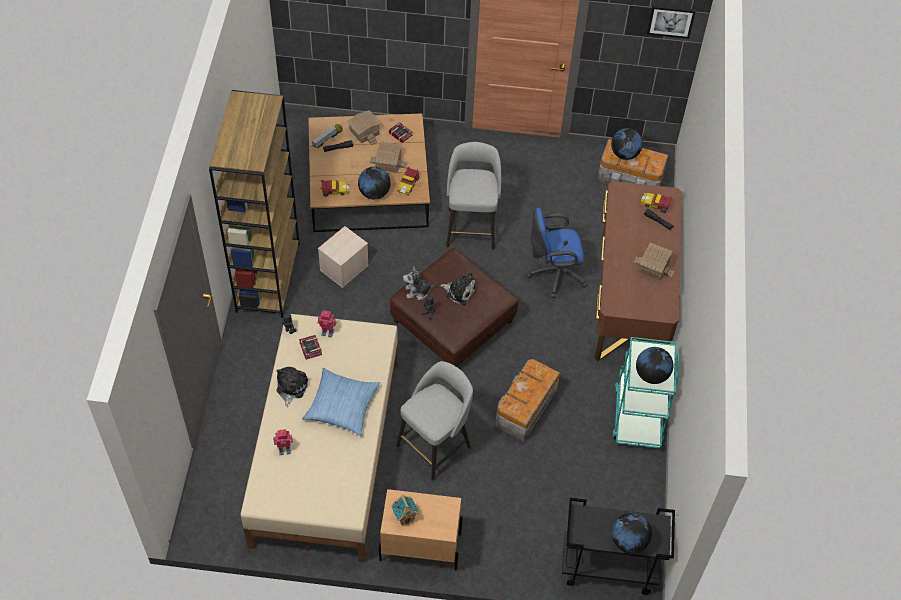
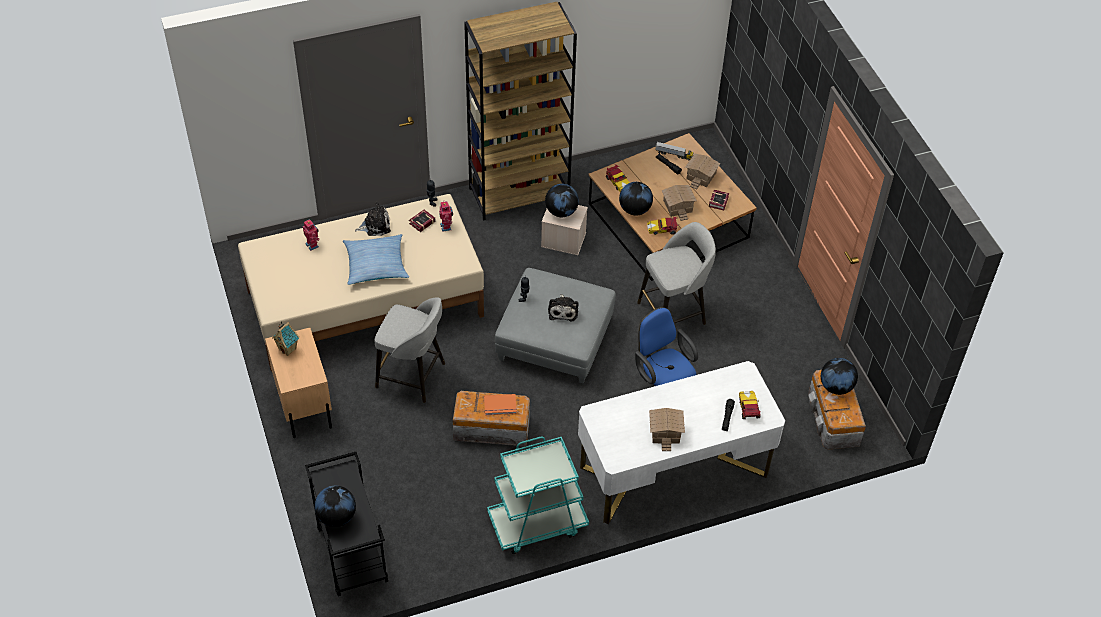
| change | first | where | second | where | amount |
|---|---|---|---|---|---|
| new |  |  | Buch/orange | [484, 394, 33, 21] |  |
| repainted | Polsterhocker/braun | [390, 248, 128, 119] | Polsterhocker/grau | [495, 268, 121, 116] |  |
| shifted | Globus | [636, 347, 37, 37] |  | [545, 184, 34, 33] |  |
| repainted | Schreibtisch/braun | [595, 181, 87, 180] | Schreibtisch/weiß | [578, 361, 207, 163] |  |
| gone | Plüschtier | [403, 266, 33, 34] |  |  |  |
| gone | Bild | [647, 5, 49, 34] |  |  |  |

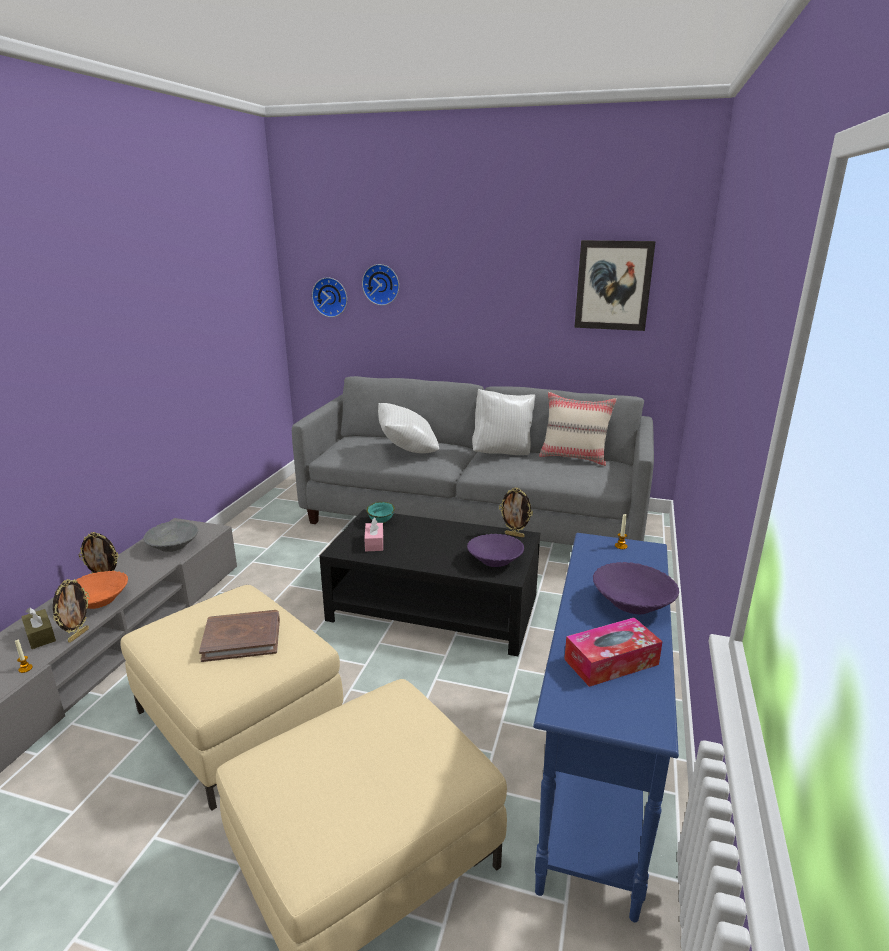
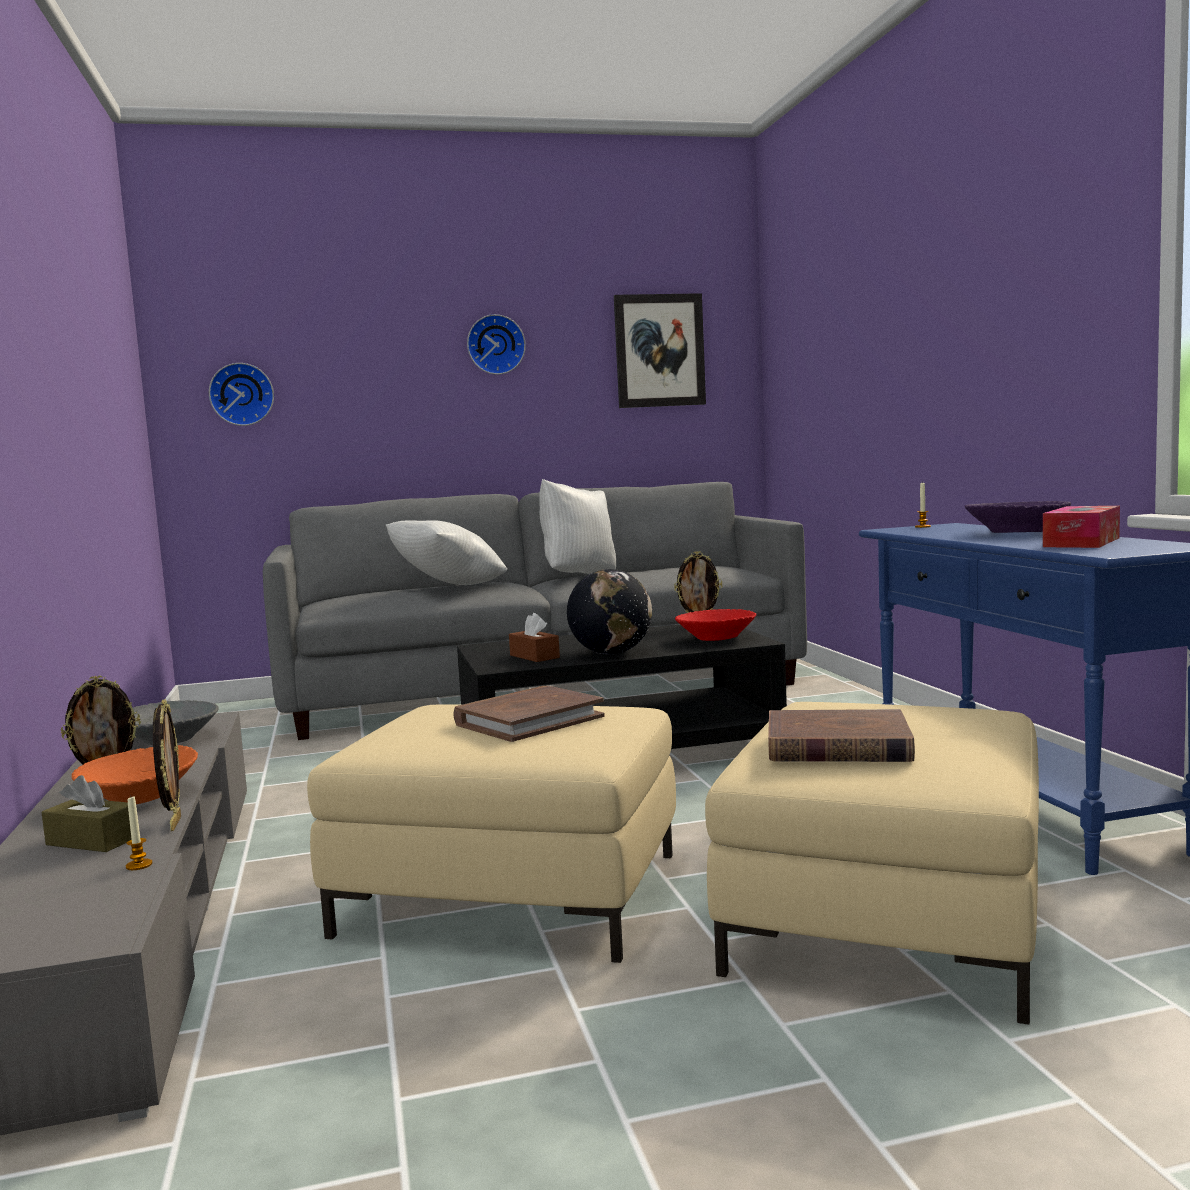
| change | first | where | second | where | amount |
|---|---|---|---|---|---|
| shifted | Wanduhr | [362, 264, 37, 41] |  | [467, 314, 59, 61] |  |
| repainted | Taschentuchbox/rosa | [364, 517, 19, 34] | Taschentuchbox/braun | [509, 613, 51, 49] |  |
| new |  |  | Globus | [567, 569, 85, 85] |  |
| repainted | Schüssel/lila | [467, 534, 57, 33] | Schüssel/rot | [675, 609, 81, 32] |  |
| new |  |  | Buch/braun | [768, 709, 147, 53] |  |
| gone | Schüssel/türkis | [366, 502, 29, 21] |  |  |  |
| gone | Kissen/beige | [539, 392, 78, 74] |  |  |  |

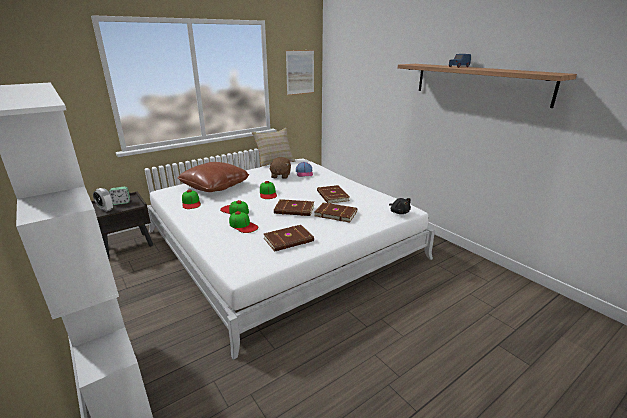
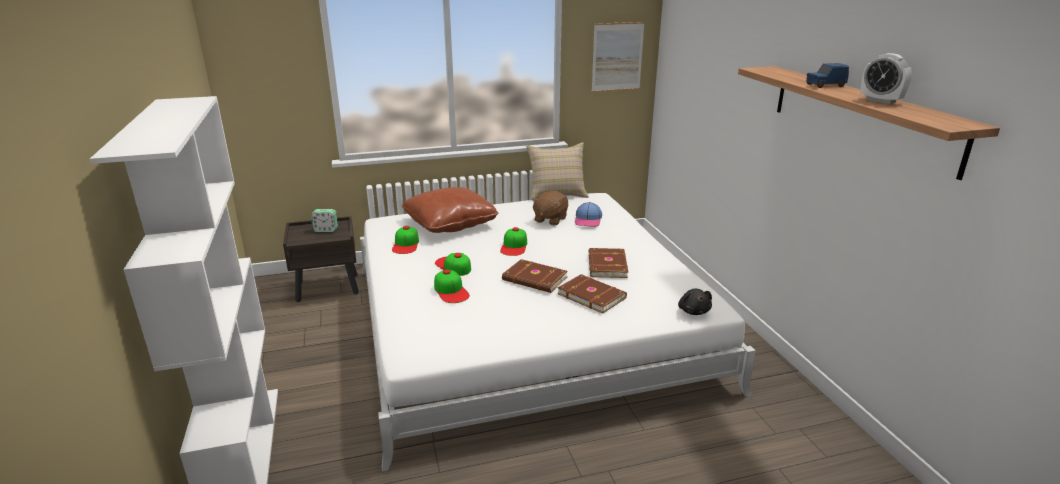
| change | first | where | second | where | amount |
|---|---|---|---|---|---|
| shifted | Wecker | [93, 188, 20, 24] |  | [861, 53, 51, 51] |  |
| gone | Buch/braun | [264, 225, 50, 27] |  |  |  |

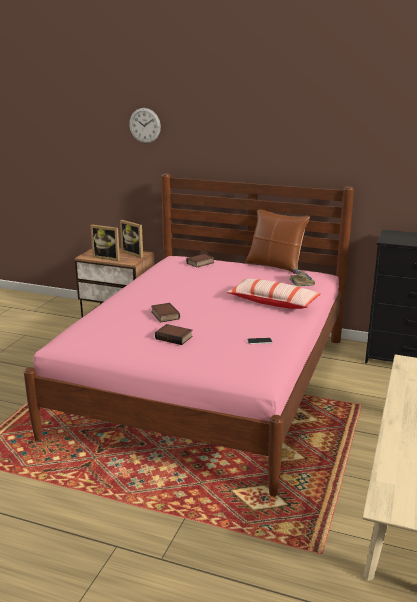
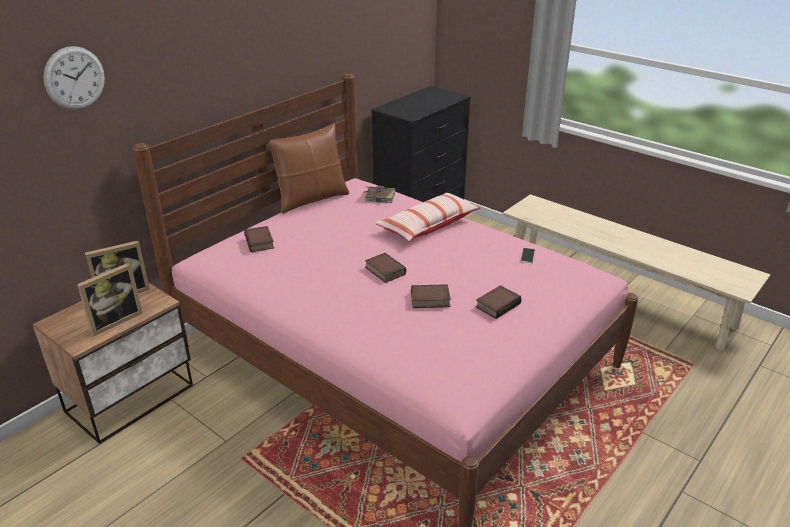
| change | first | where | second | where | amount |
|---|---|---|---|---|---|
| new |  |  | Buch | [365, 253, 41, 30] |  |

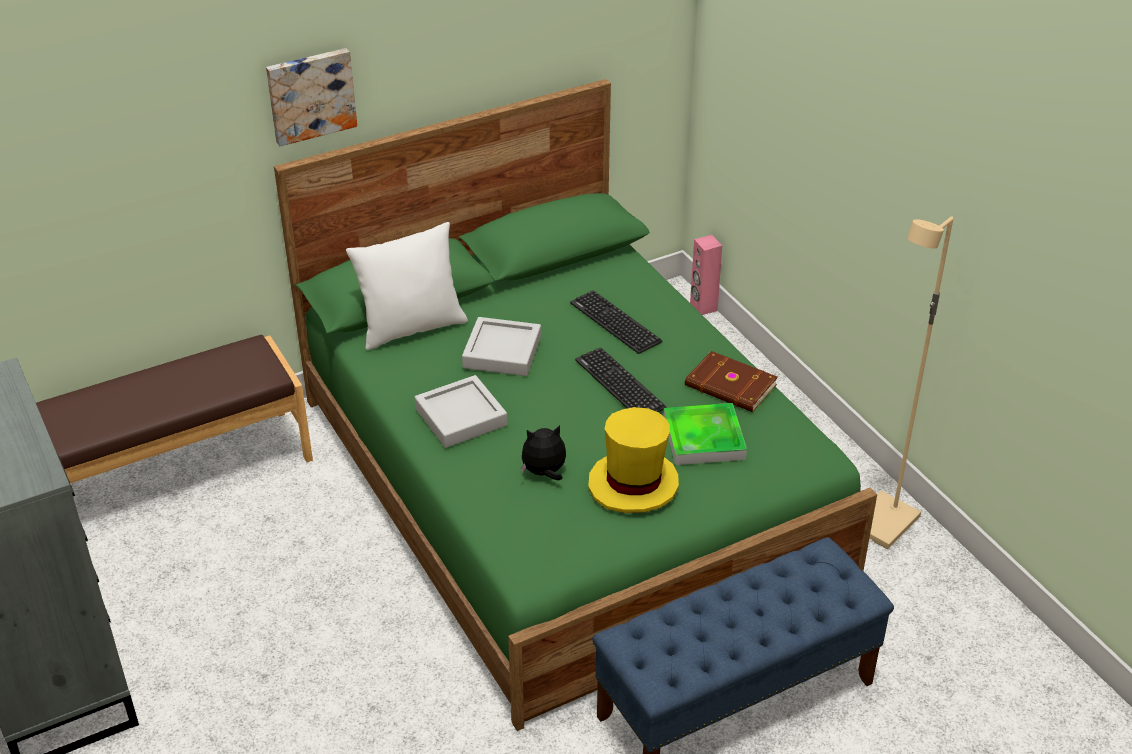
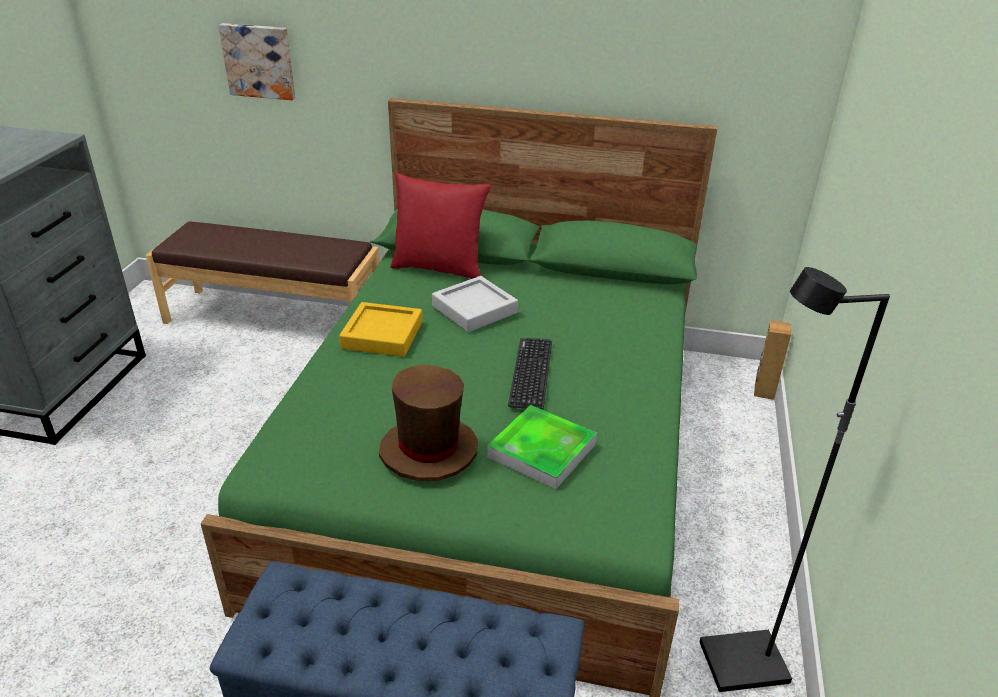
| change | first | where | second | where | amount |
|---|---|---|---|---|---|
| shifted | Bild | [266, 48, 91, 98] |  | [219, 23, 76, 77] |  |
| repainted | Tablett/grau | [414, 375, 93, 73] | Tablett/gelb | [339, 302, 84, 55] |  |
| repainted | Hut/gelb | [588, 407, 91, 106] | Hut/braun | [379, 365, 99, 116] |  |
| repainted | Kissen/weiß | [346, 222, 122, 128] | Kissen/rot | [390, 173, 101, 106] |  |
| repainted | Stehlampe/beige | [869, 217, 84, 332] | Stehlampe/schwarz | [699, 267, 191, 425] |  |
| repainted | Lautsprecher/rosa | [690, 235, 32, 80] | Lautsprecher/braun | [754, 320, 37, 80] |  |
| gone | Plüschtier | [521, 425, 45, 55] |  |  |  |
| gone | Tastatur | [570, 290, 92, 64] |  |  |  |
| gone | Buch/braun | [685, 351, 93, 61] |  |  |  |

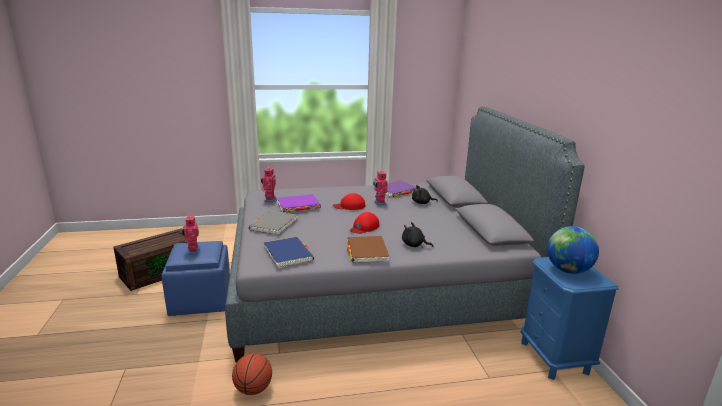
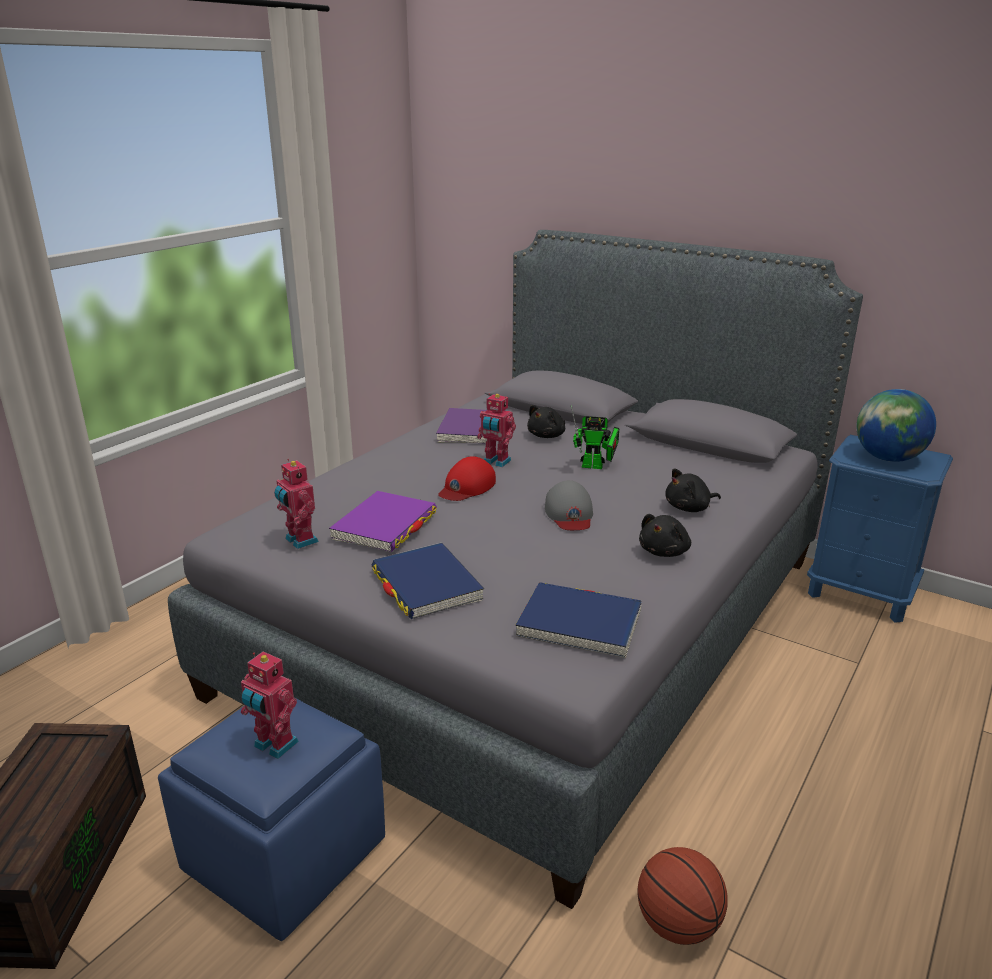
| change | first | where | second | where | amount |
|---|---|---|---|---|---|
| repainted | Buch/grau | [249, 211, 48, 25] | Buch/blau | [372, 543, 112, 76] |  |
| repainted | Kappe/rot | [350, 212, 29, 22] | Kappe/grau | [545, 480, 48, 50] |  |
| new |  |  | Spielzeugroboter | [571, 405, 48, 64] |  |
| swapped | Buch/braun | [347, 236, 42, 27] | Plüschtier/schwarz | [639, 514, 52, 43] |  |

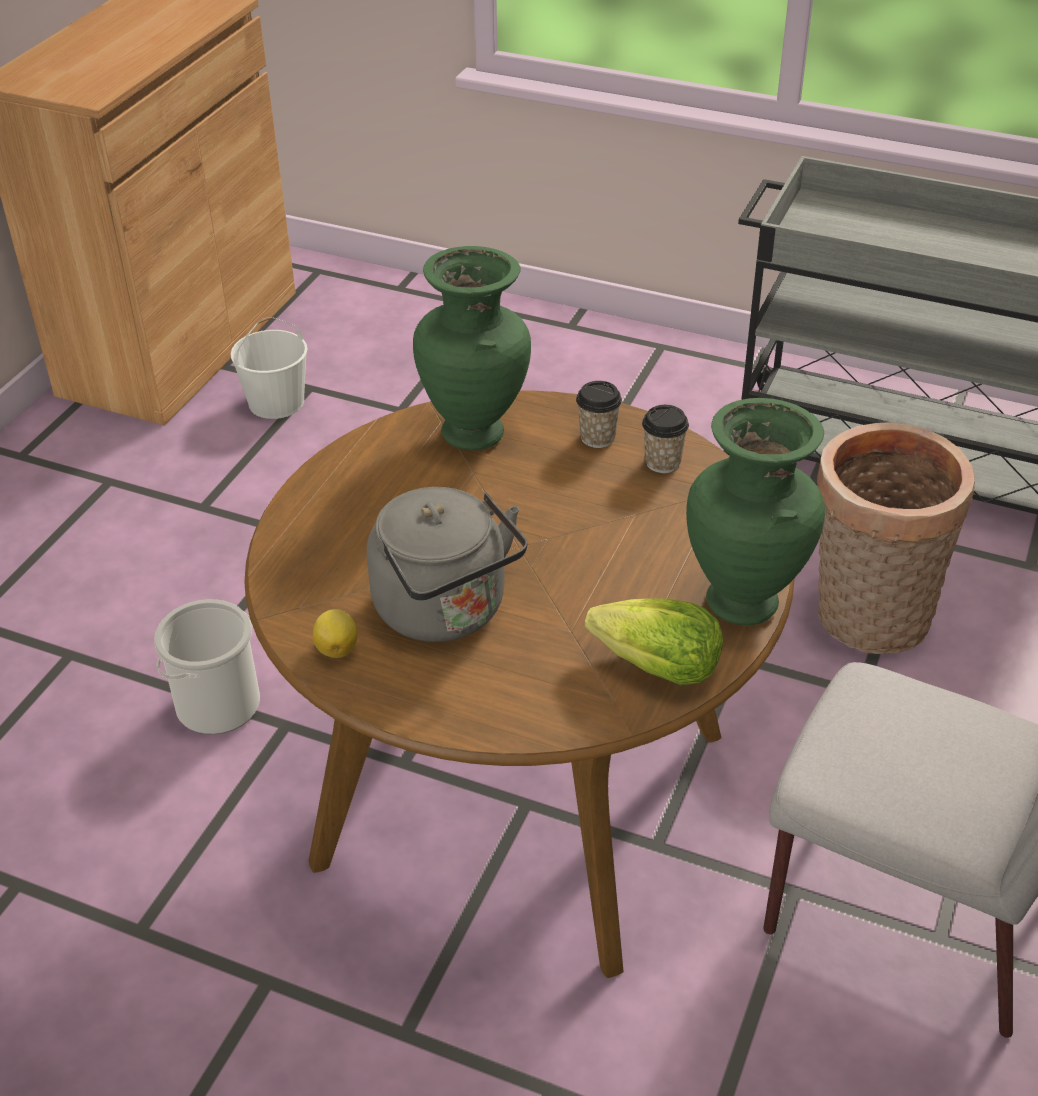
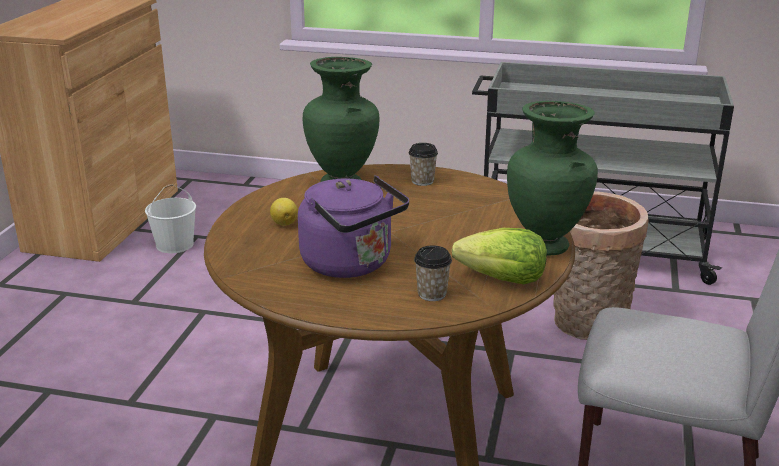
| change | first | where | second | where | amount |
|---|---|---|---|---|---|
| shifted | Zitrone | [313, 609, 44, 49] |  | [270, 198, 28, 28] |  |
| repainted | Wasserkessel/grau | [367, 487, 160, 155] | Wasserkessel/lila | [298, 175, 111, 103] |  |
| shifted | Tasse | [642, 405, 47, 68] |  | [414, 245, 38, 56] |  |
| gone | Eimer | [154, 599, 106, 136] |  |  |  |

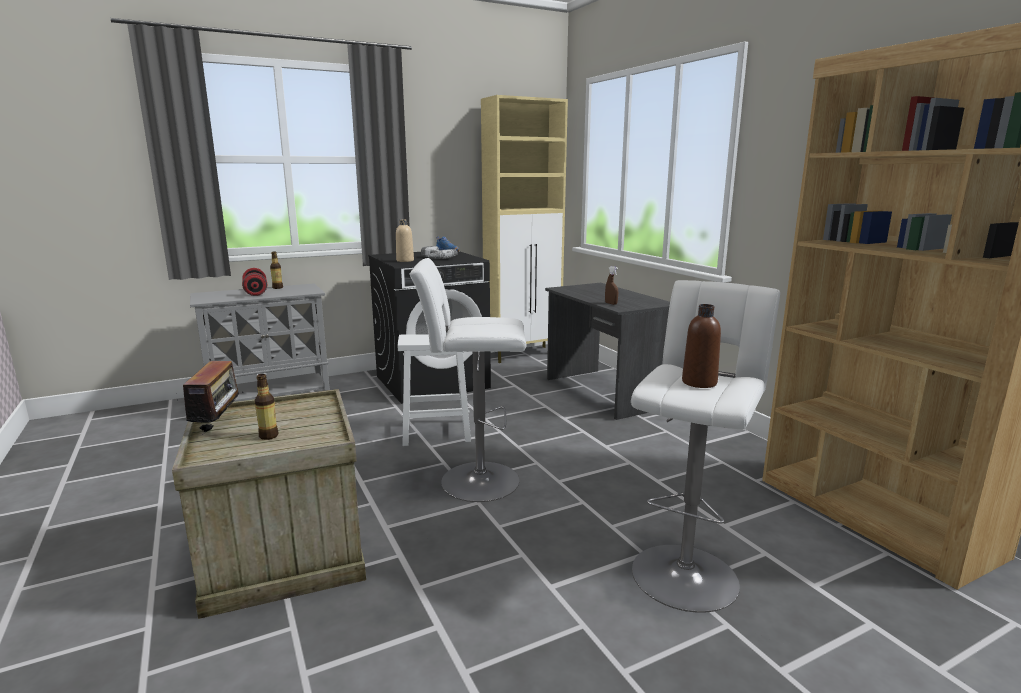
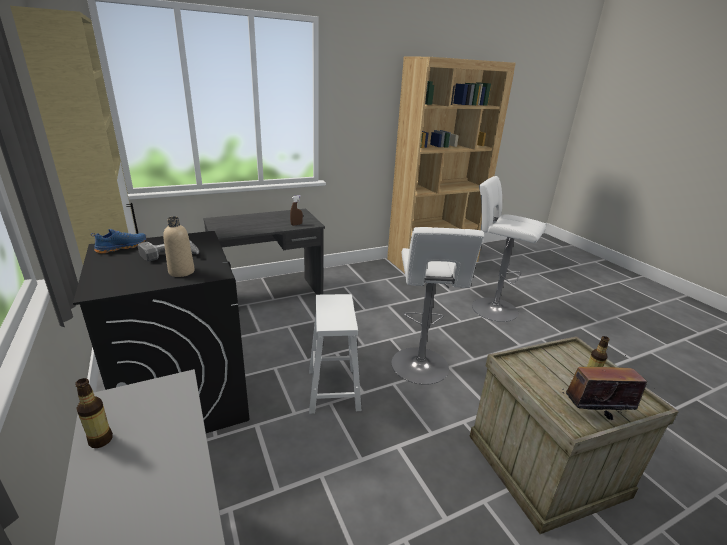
| change | first | where | second | where | amount |
|---|---|---|---|---|---|
| gone | Hantel/rot | [242, 268, 25, 28] |  |  |  |
| gone | Flasche/braun | [682, 304, 39, 84] |  |  |  |

